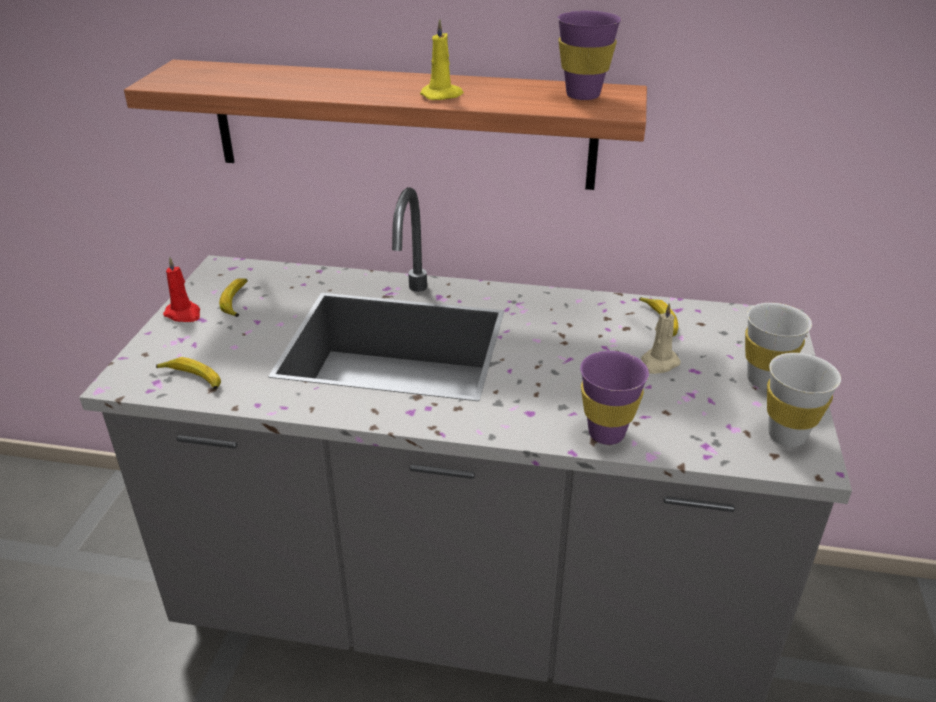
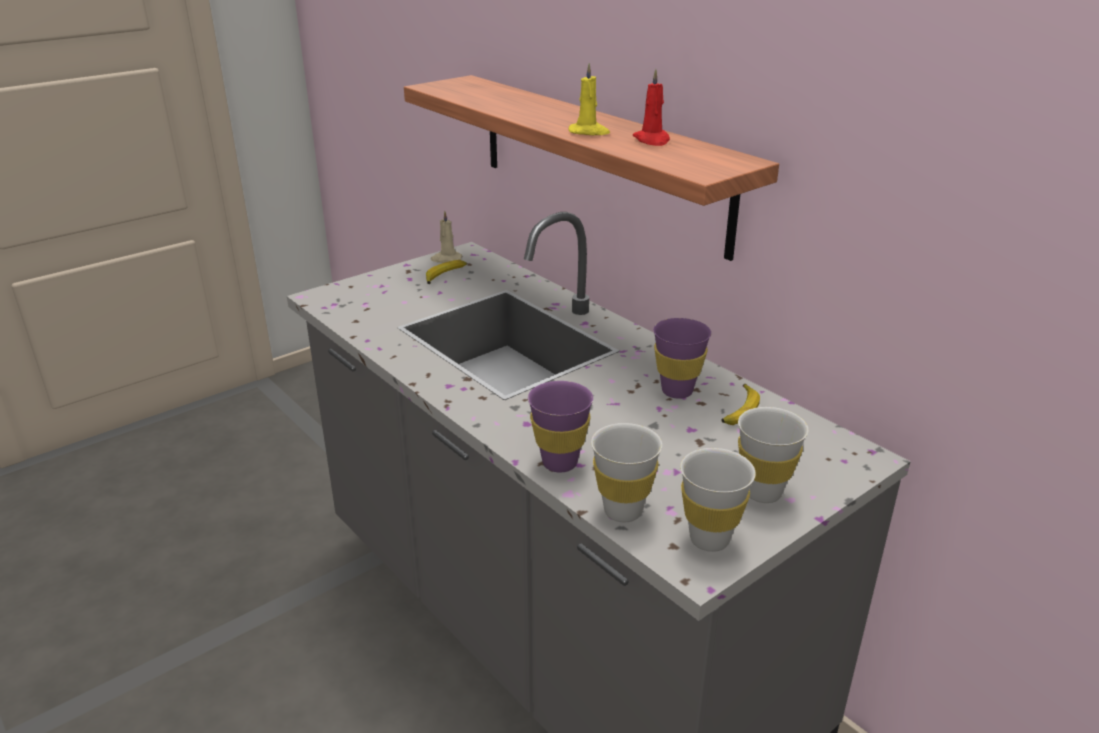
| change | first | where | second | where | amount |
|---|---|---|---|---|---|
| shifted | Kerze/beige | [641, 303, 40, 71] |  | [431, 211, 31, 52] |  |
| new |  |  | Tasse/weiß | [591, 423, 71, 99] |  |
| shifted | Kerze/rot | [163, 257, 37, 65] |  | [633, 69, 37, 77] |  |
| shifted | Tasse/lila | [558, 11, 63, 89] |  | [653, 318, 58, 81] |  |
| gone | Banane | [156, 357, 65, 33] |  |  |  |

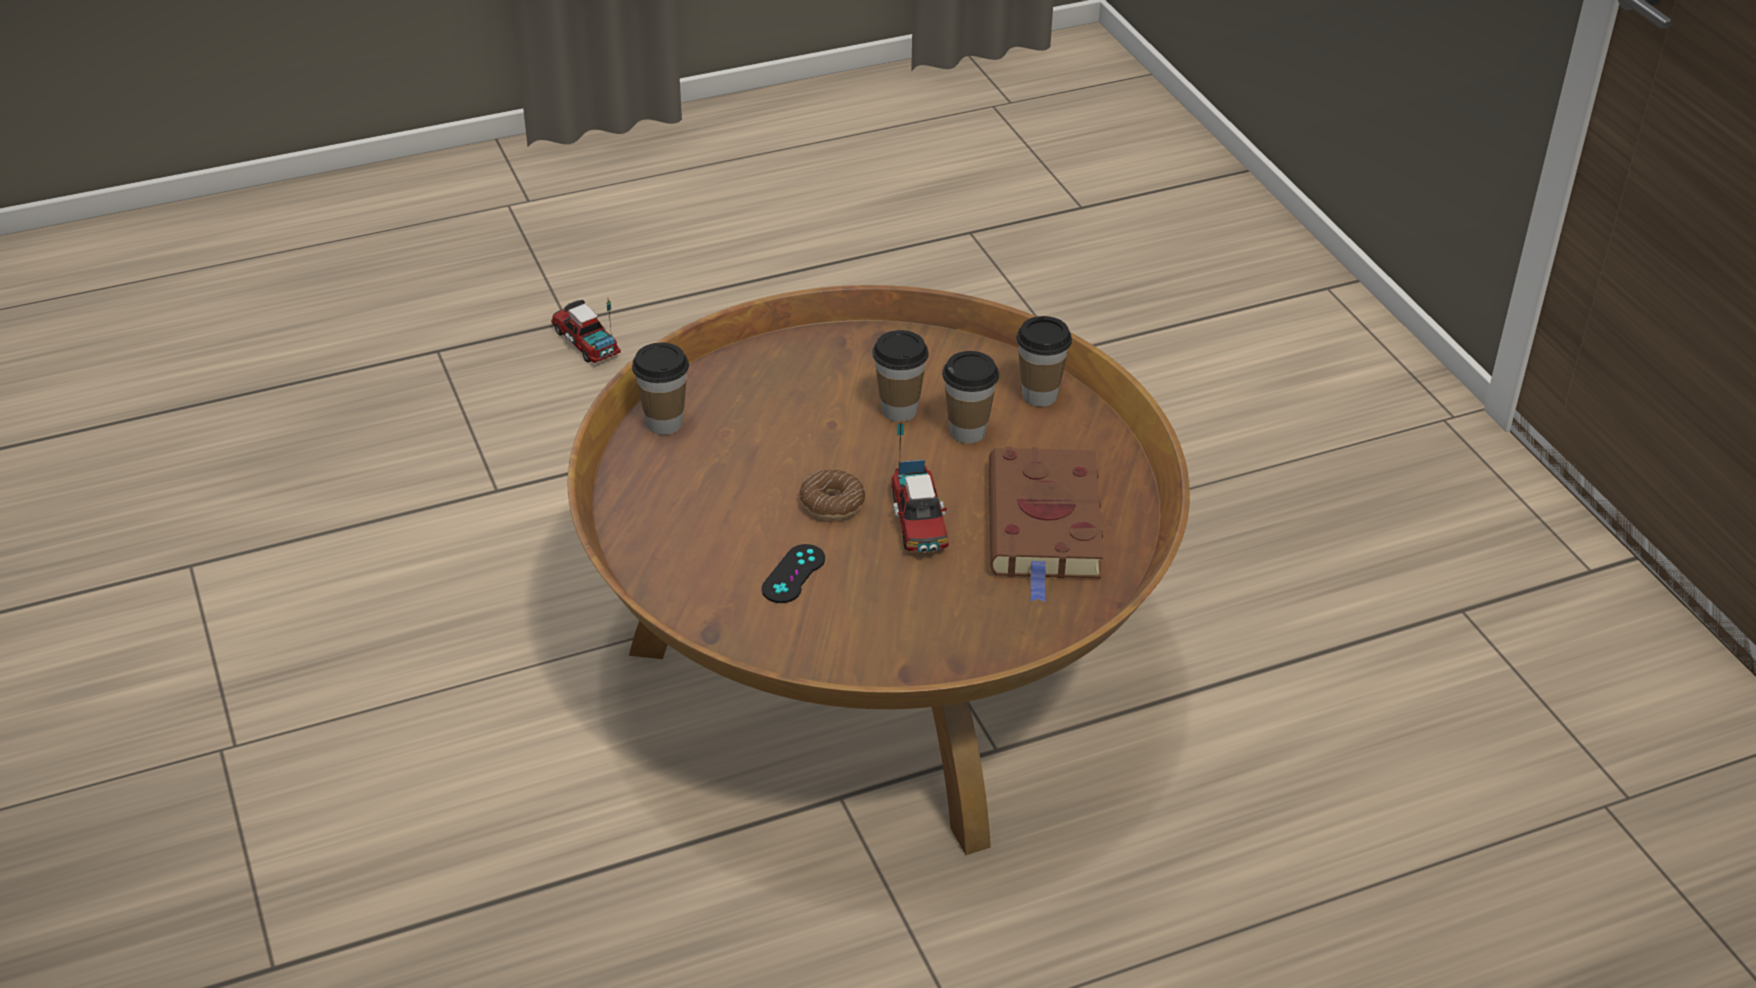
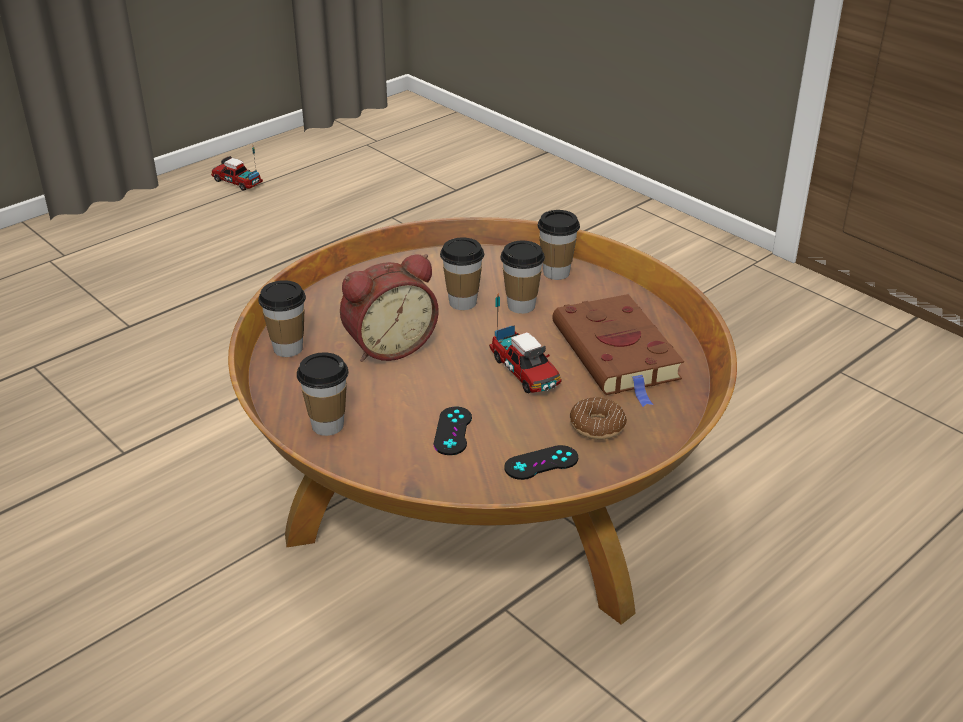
| change | first | where | second | where | amount |
|---|---|---|---|---|---|
| shifted | Spielzeuglaster | [551, 298, 70, 65] |  | [211, 147, 52, 44] |  |
| new |  |  | Tasse | [297, 352, 52, 84] |  |
| new |  |  | Wecker | [340, 254, 99, 108] |  |
| new |  |  | Gamepad/schwarz | [504, 445, 74, 35] |  |
| shifted | Donut | [800, 469, 65, 51] |  | [570, 397, 57, 43] |  |

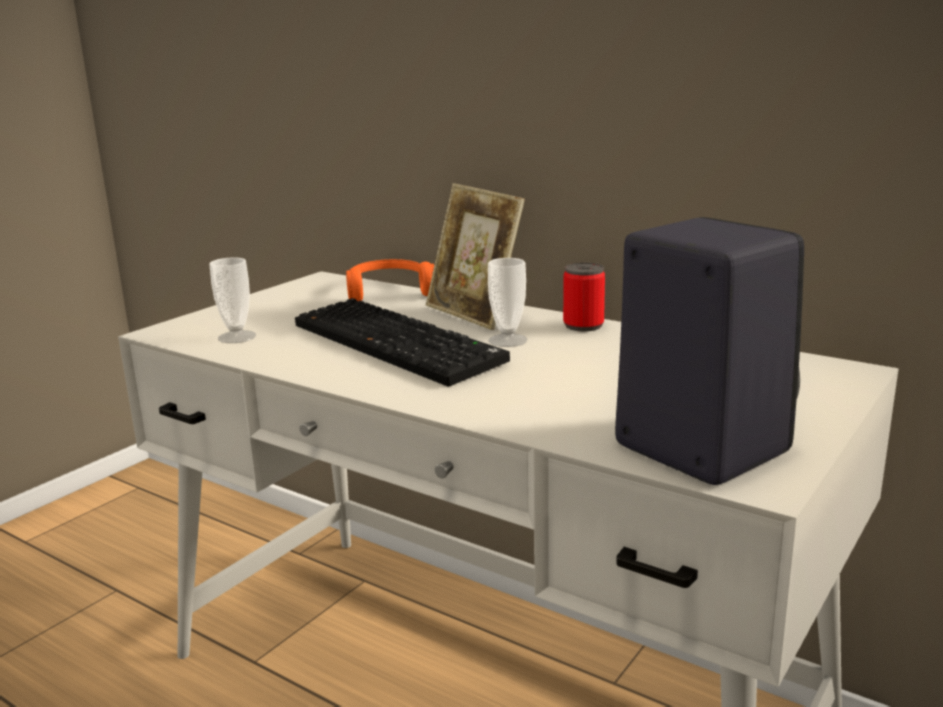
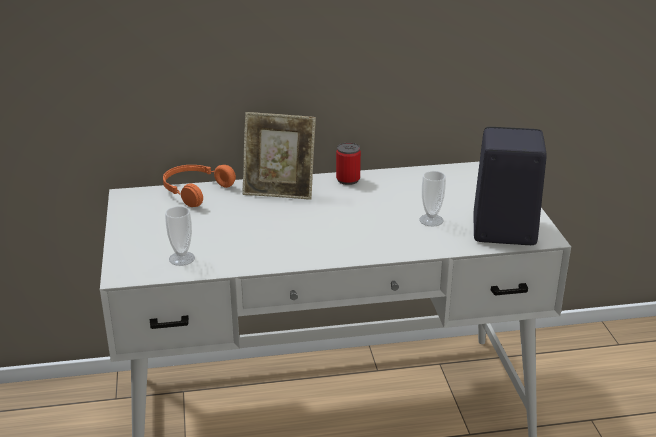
| change | first | where | second | where | amount |
|---|---|---|---|---|---|
| shifted | Tasse | [488, 258, 39, 89] |  | [419, 171, 27, 55] |  |
| gone | Tastatur | [295, 298, 215, 88] |  |  |  |

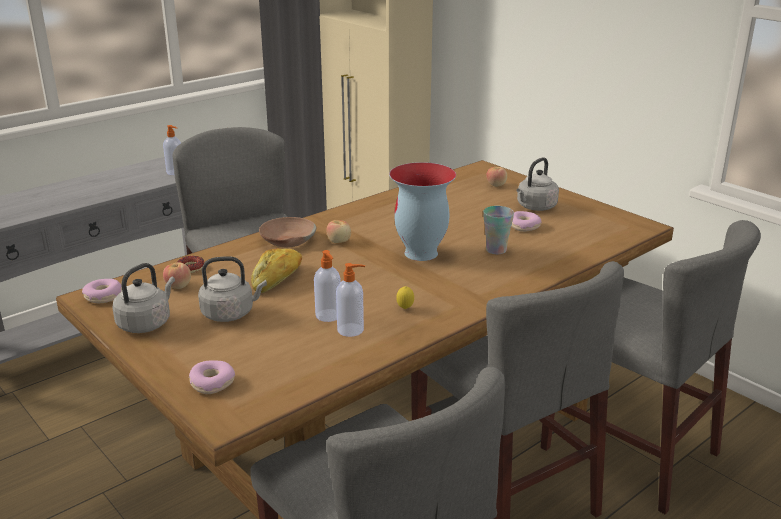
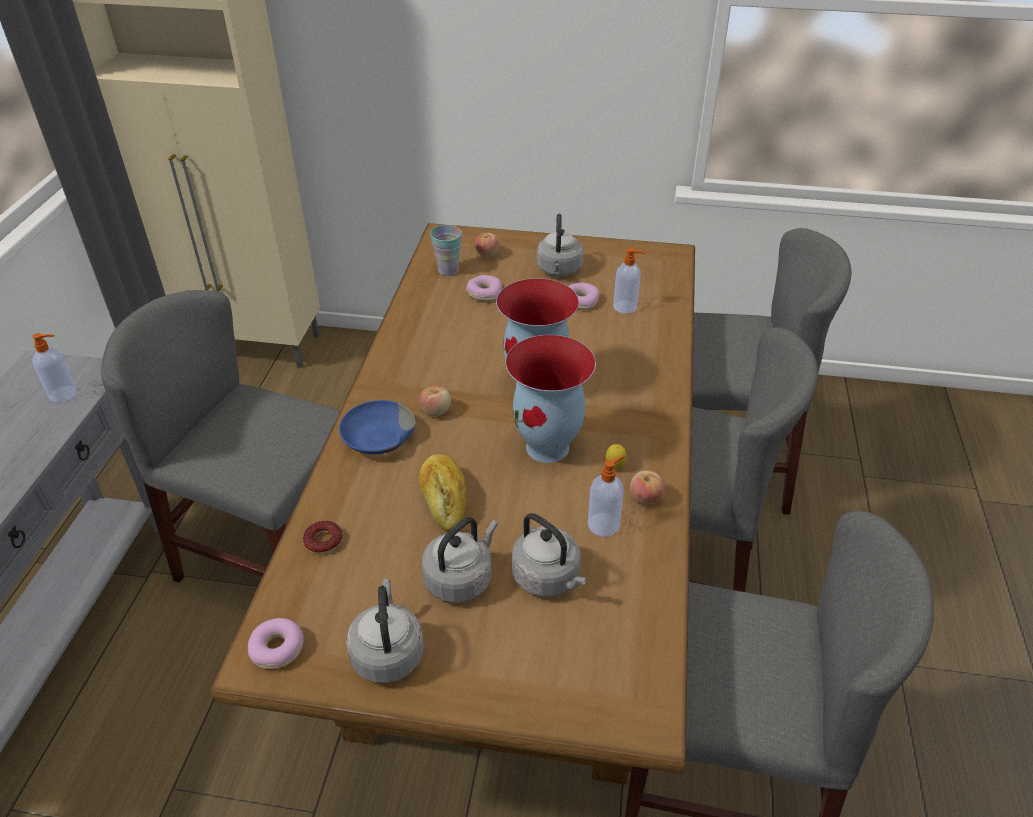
| change | first | where | second | where | amount |
|---|---|---|---|---|---|
| repainted | Schüssel/braun | [259, 217, 57, 30] | Schüssel/blau | [339, 400, 77, 54] |  |
| shifted | Tasse | [483, 206, 31, 48] |  | [430, 225, 32, 51] |  |
| shifted | Donut | [189, 360, 46, 34] |  | [466, 275, 36, 26] |  |
| new |  |  | Vase | [505, 335, 91, 128] |  |
| new |  |  | Wasserkessel/grau | [512, 513, 75, 84] |  |
| shifted | Seifenspender | [314, 250, 27, 72] |  | [613, 248, 32, 66] |  |
| shifted | Apfel | [163, 262, 28, 27] |  | [630, 471, 35, 34] |  |

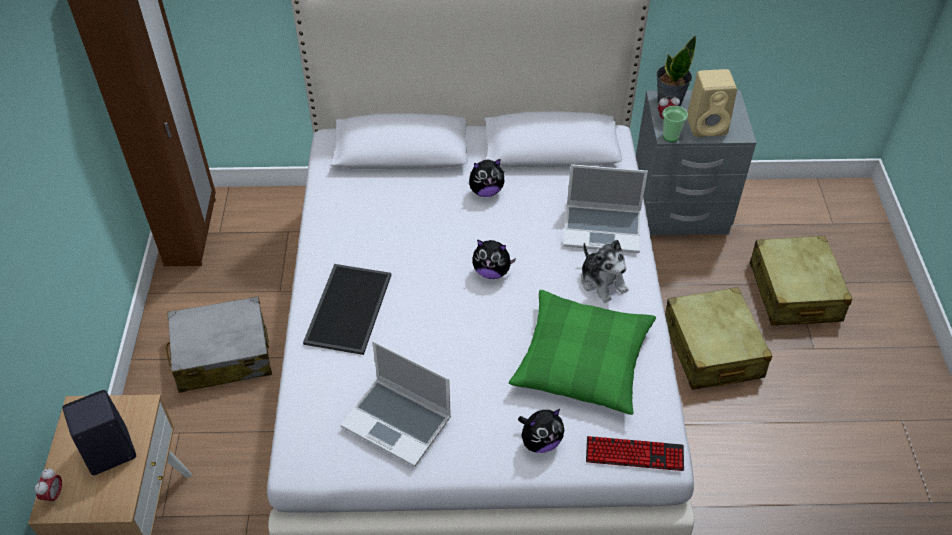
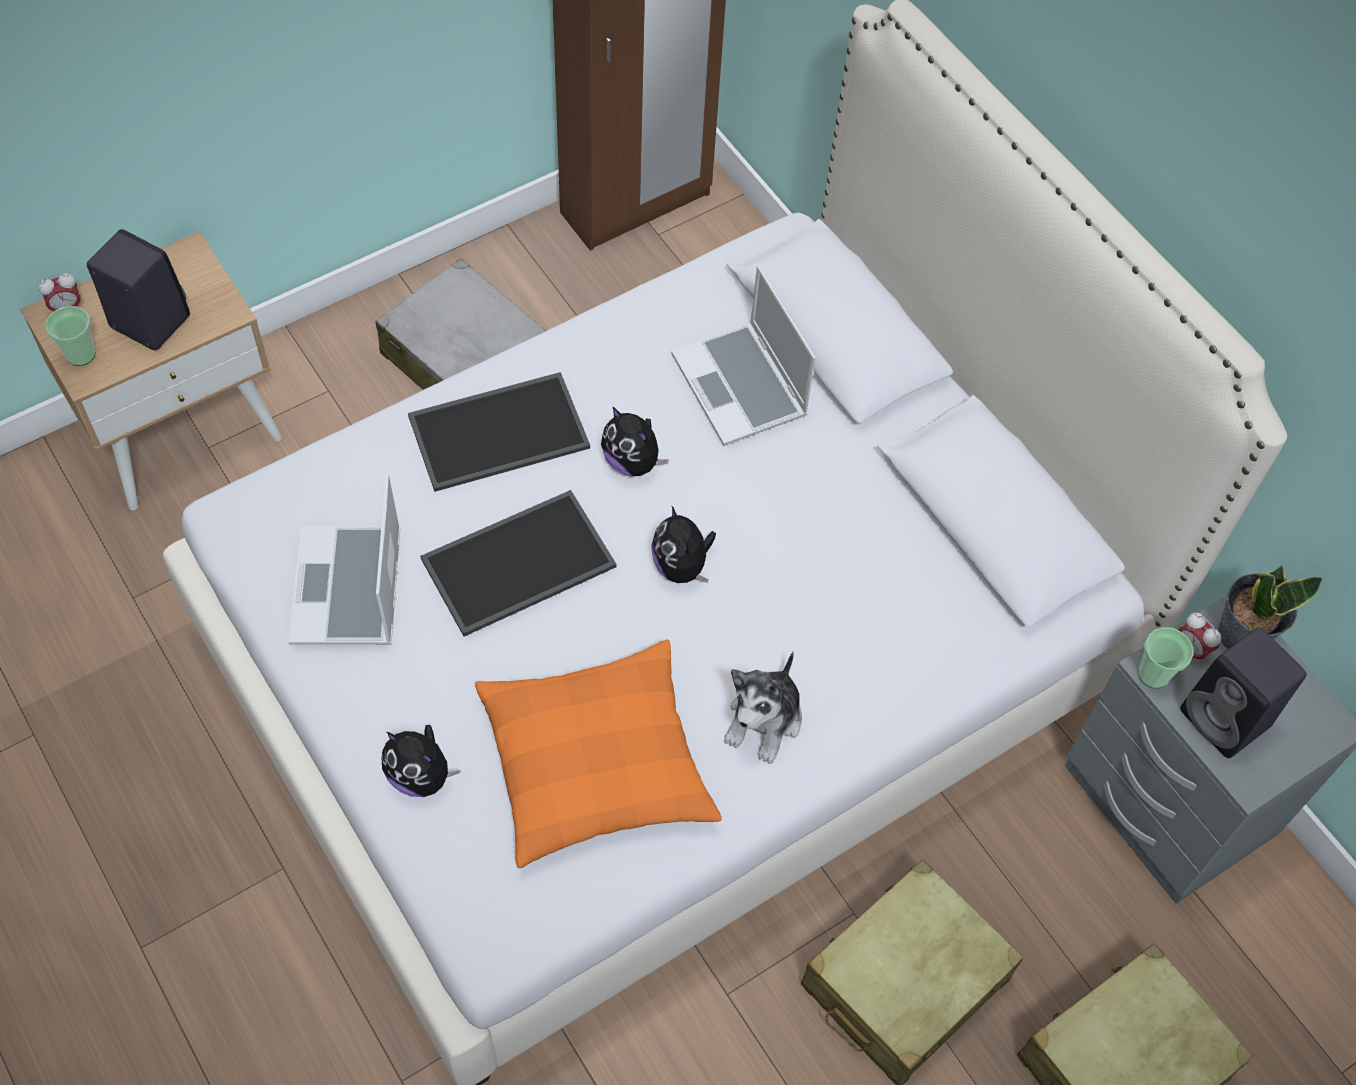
| change | first | where | second | where | amount |
|---|---|---|---|---|---|
| new |  |  | Tasse | [45, 306, 51, 60] |  |
| new |  |  | Tablett | [420, 490, 197, 146] |  |
| repainted | Kissen/grün | [509, 290, 147, 125] | Kissen/orange | [475, 639, 247, 229] |  |
| shifted | Plüschtier | [469, 159, 35, 38] |  | [601, 406, 68, 71] |  |
| shifted | Laptop | [563, 164, 85, 89] |  | [671, 266, 145, 180] |  |
| repainted | Lautsprecher/beige | [687, 69, 50, 68] | Lautsprecher/schwarz | [1180, 627, 127, 131] |  |
| gone | Tastatur | [586, 436, 98, 35] |  |  |  |

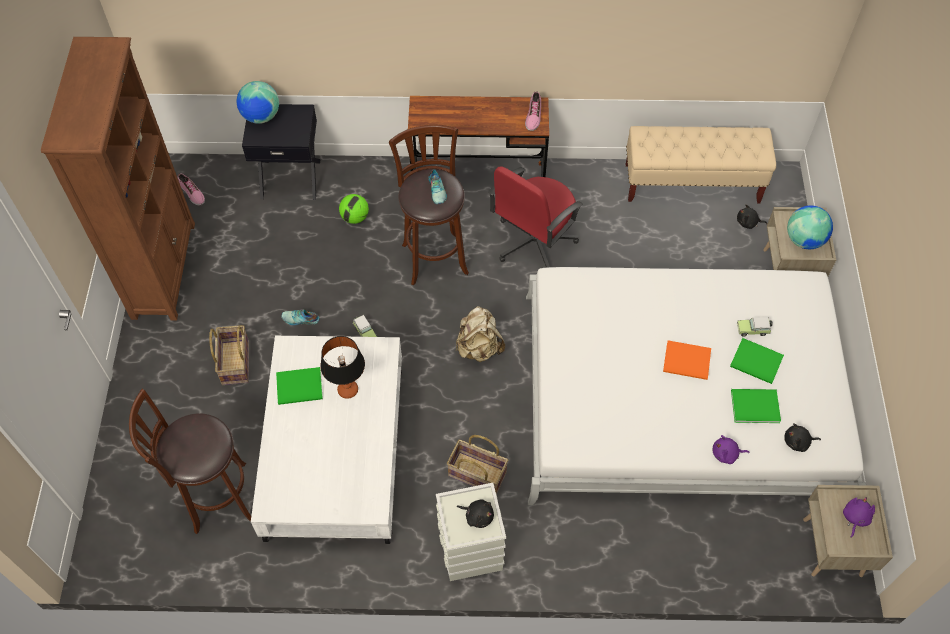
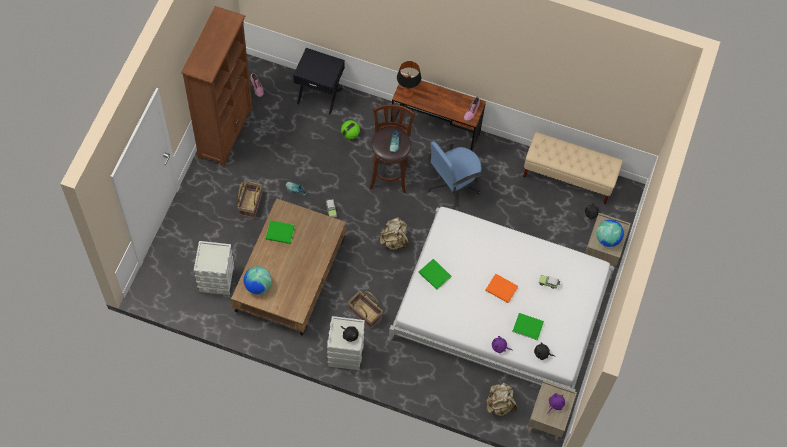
| change | first | where | second | where | amount |
|---|---|---|---|---|---|
| swapped | Hocker/braun | [129, 388, 122, 146] | Aufbewahrungsbox/grau | [194, 241, 40, 54] |  |
| repainted | Couchtisch/weiß | [251, 336, 151, 208] | Couchtisch/braun | [231, 198, 115, 138] |  |
| shifted | Globus | [237, 81, 42, 43] |  | [244, 266, 28, 28] |  |
| shifted | Tischlampe | [320, 336, 45, 63] |  | [397, 61, 24, 37] |  |
| shifted | Buch/grün | [730, 338, 54, 46] |  | [418, 259, 33, 31] |  |
| repainted | Bürostuhl/rot | [488, 166, 95, 102] | Bürostuhl/blau | [428, 139, 55, 70] |  |
| new |  |  | Rucksack/beige | [485, 382, 32, 34] |  |

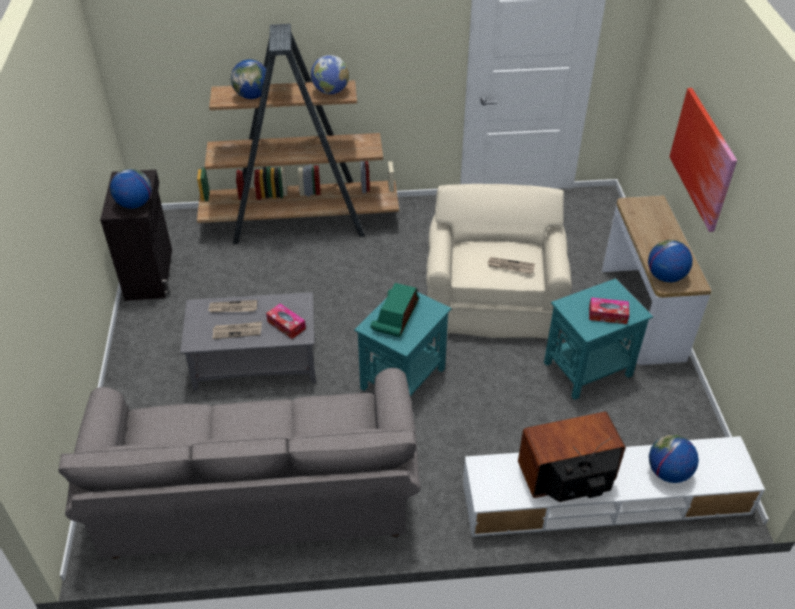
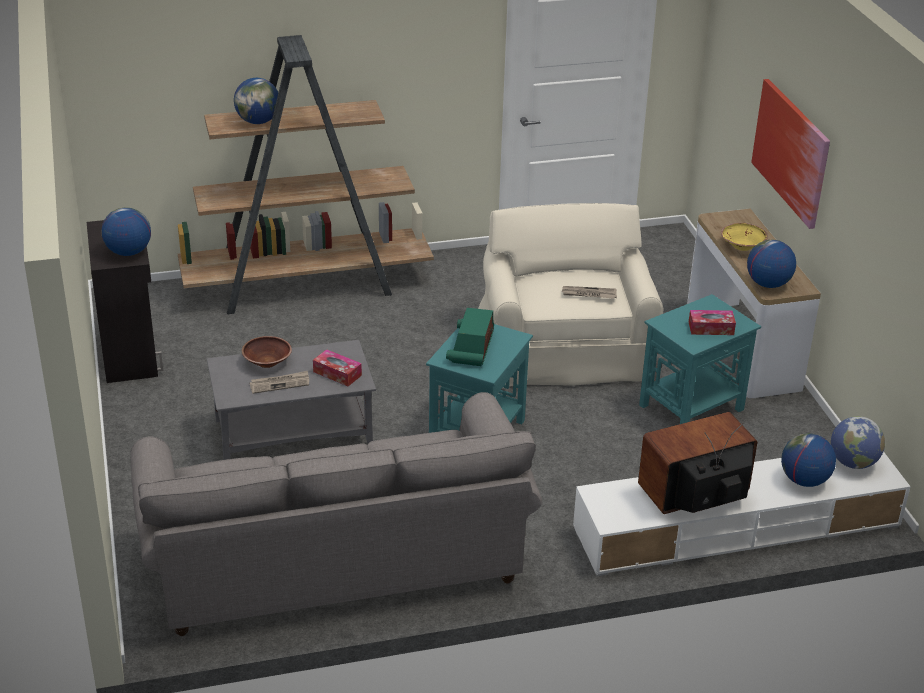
| change | first | where | second | where | amount |
|---|---|---|---|---|---|
| swapped | Zeitung | [208, 300, 49, 13] | Schüssel/braun | [242, 336, 50, 32] |  |
| new |  |  | Schüssel/gelb | [721, 223, 47, 28] |  |
| shifted | Globus | [311, 55, 38, 39] |  | [831, 416, 54, 53] |  |

